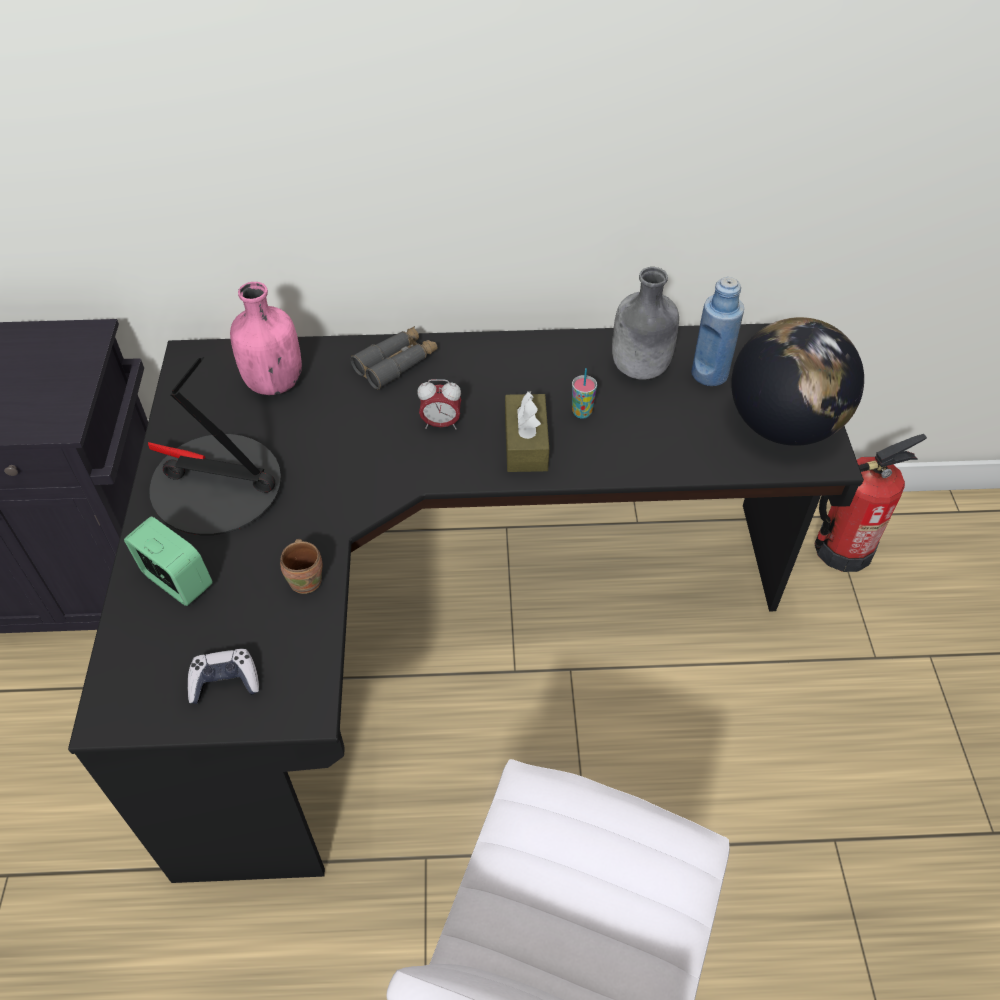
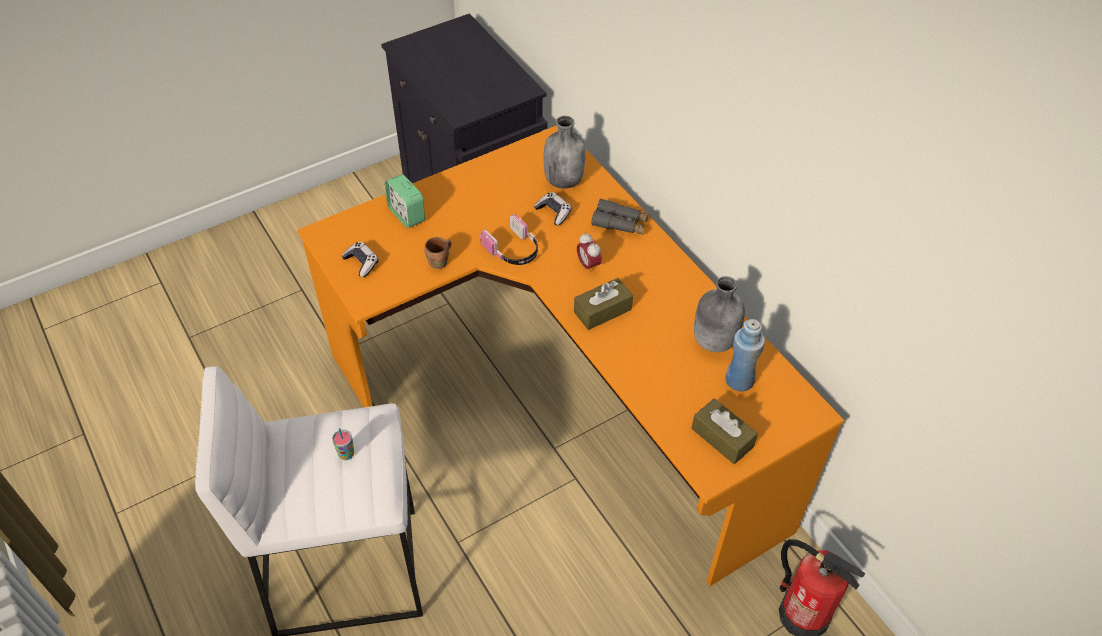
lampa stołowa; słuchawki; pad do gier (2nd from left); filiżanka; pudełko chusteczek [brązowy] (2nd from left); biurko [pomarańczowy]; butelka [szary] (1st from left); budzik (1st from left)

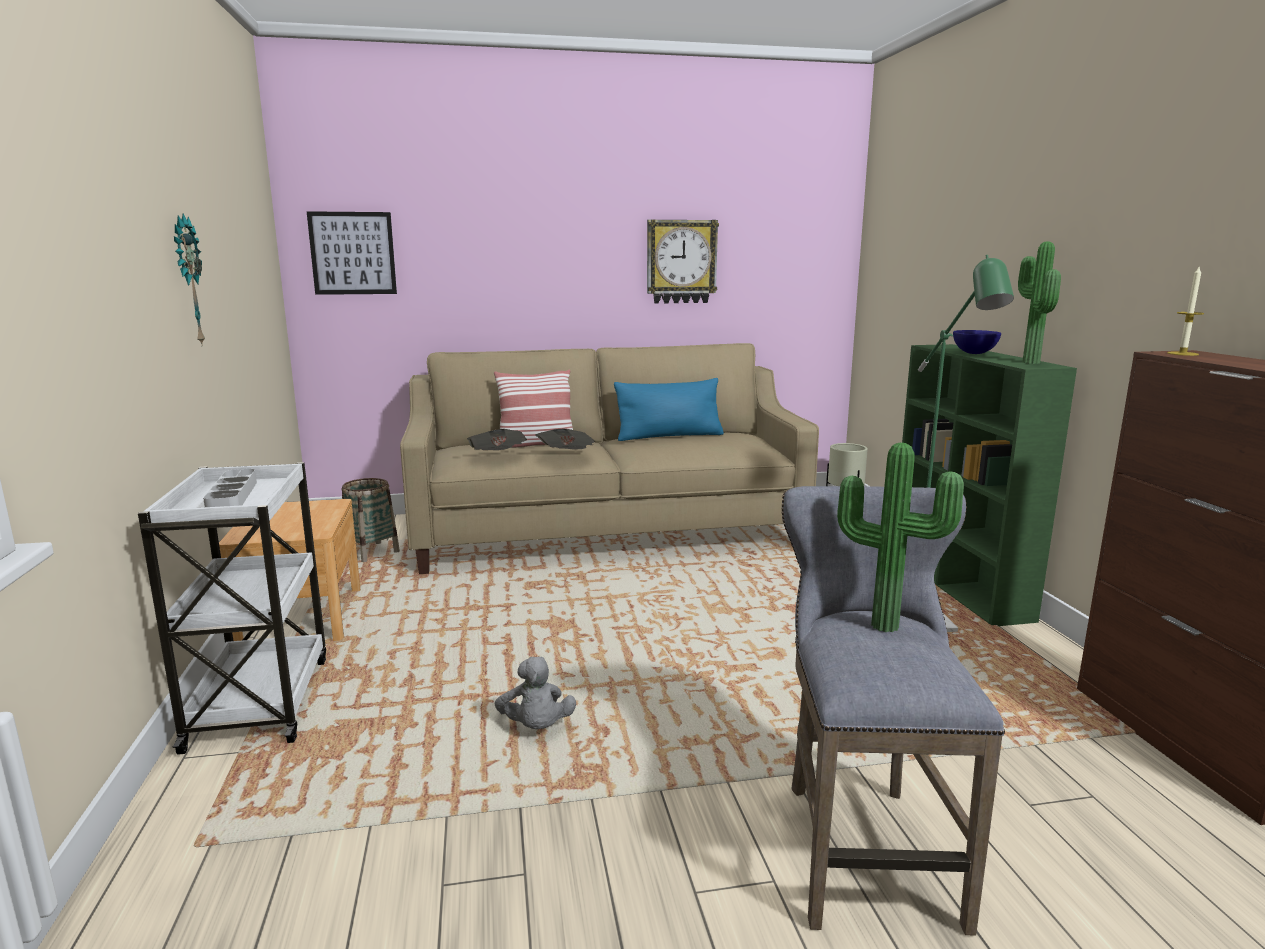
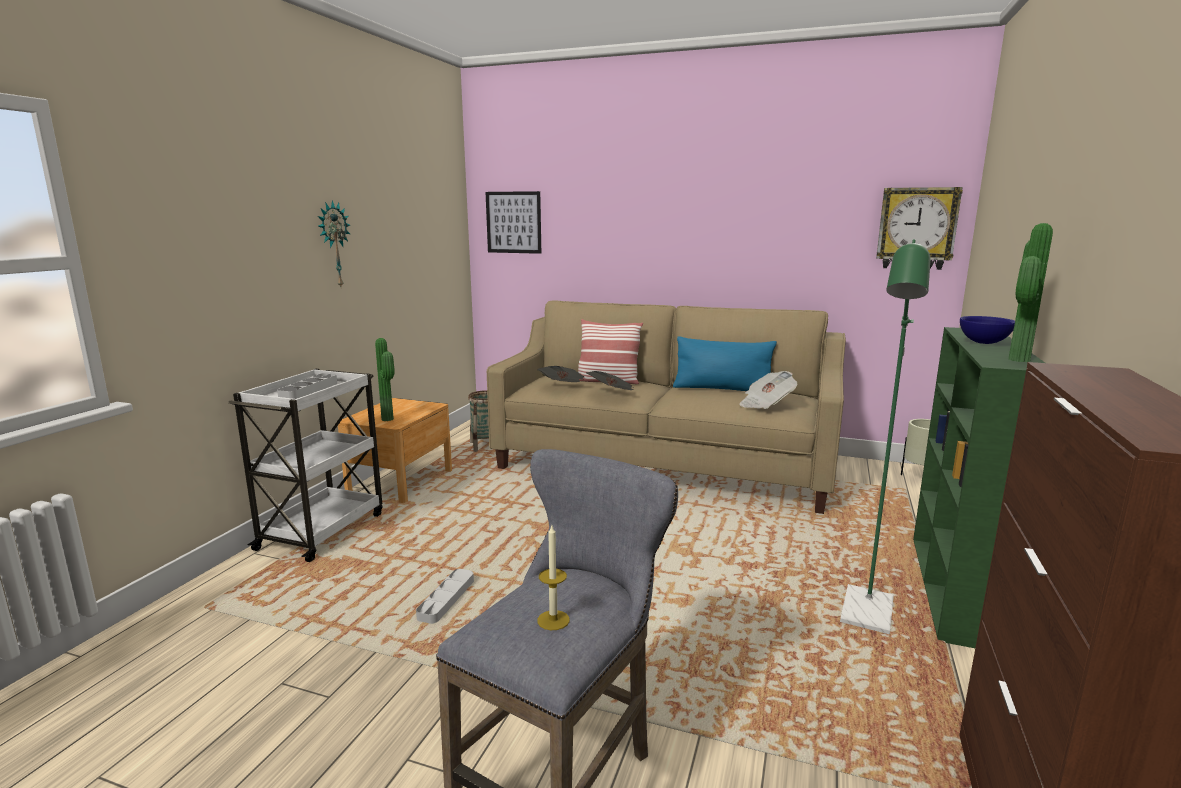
gazeta (3rd from left); zegar ścienny (2nd from left); roślina doniczkowa (1st from left); świeca; taca [szary] (2nd from left)

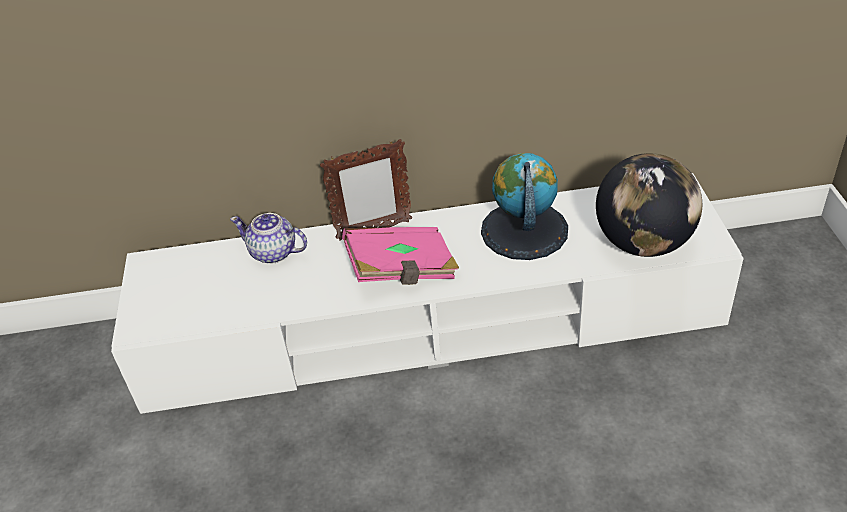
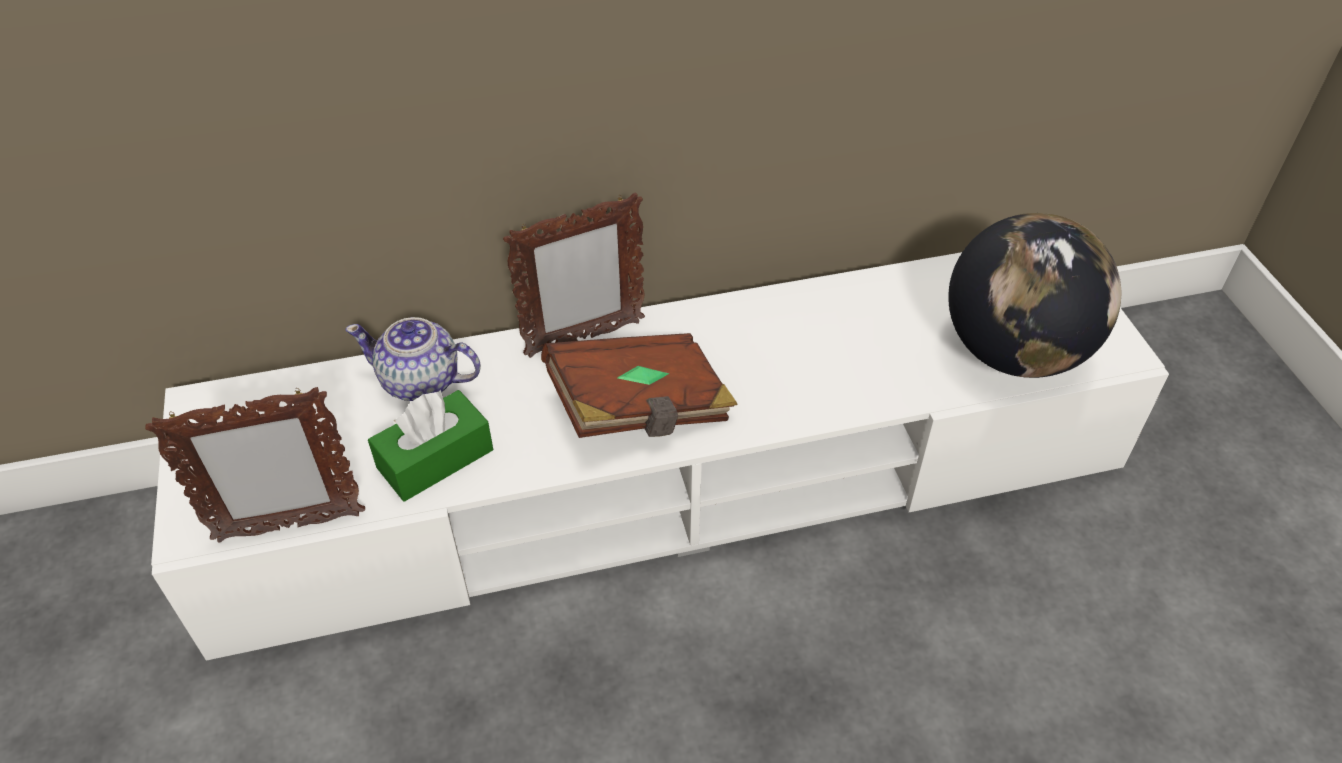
globus (1st from left in the first image); ramka na zdjęcie (1st from left); pudełko chusteczek [zielony]; książka [brązowy]

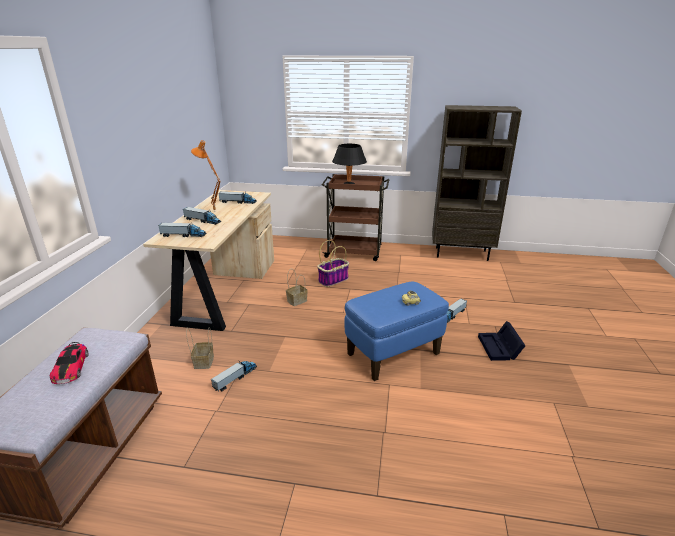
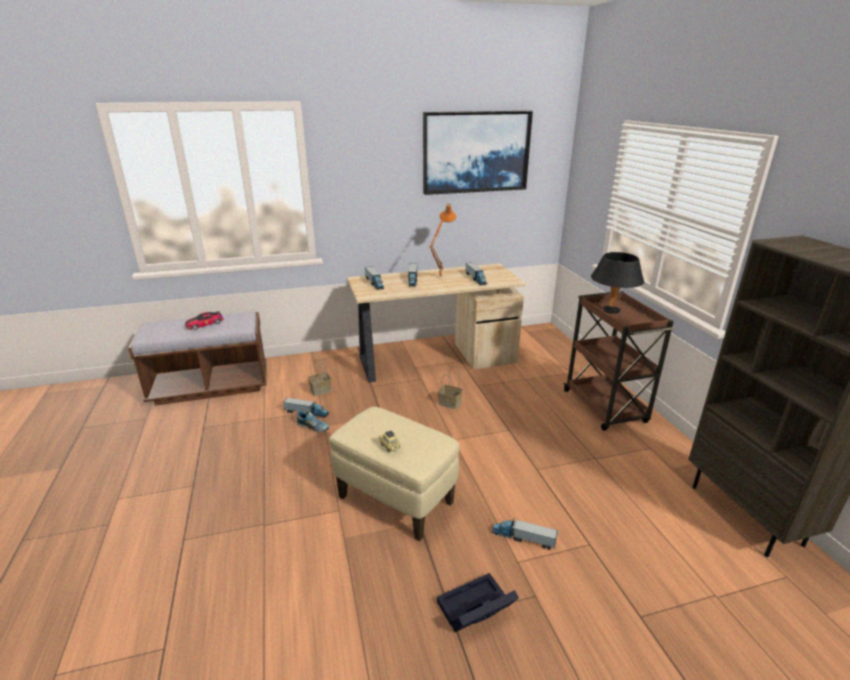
koszyk (3rd from left in the first image); but; obraz; pufa [beżowy]

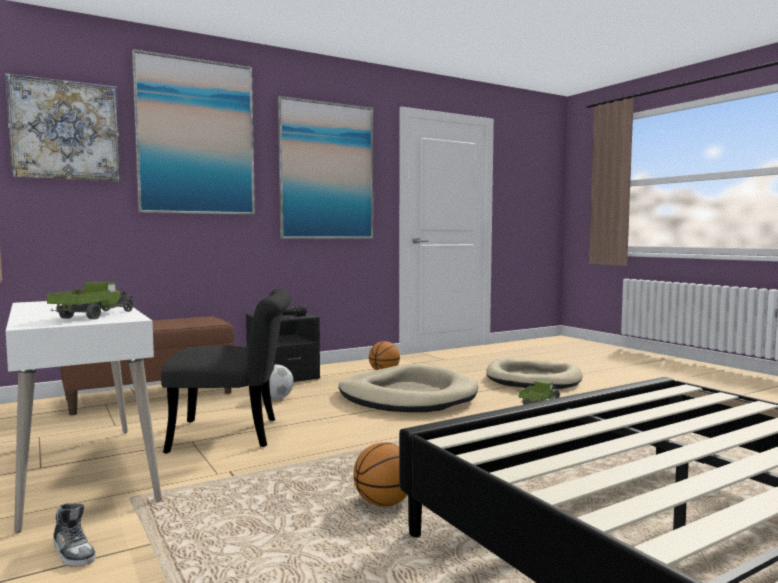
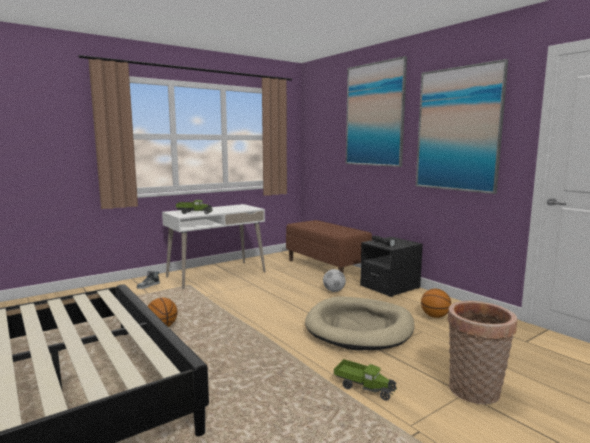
obraz (1st from left in the first image); krzesło [czarny]; koszyk

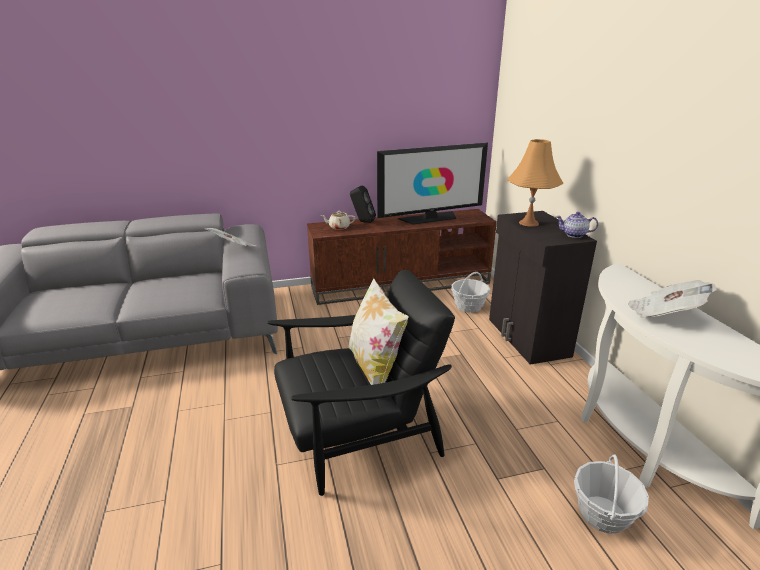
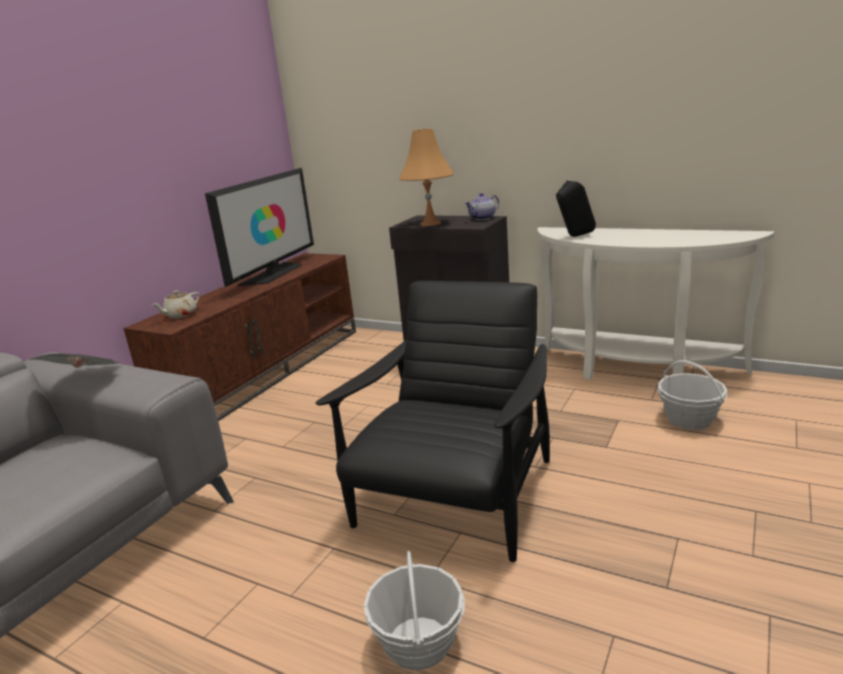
poduszka; gazeta (2nd from left in the first image); głośnik [czarny]; koszyk (1st from left)

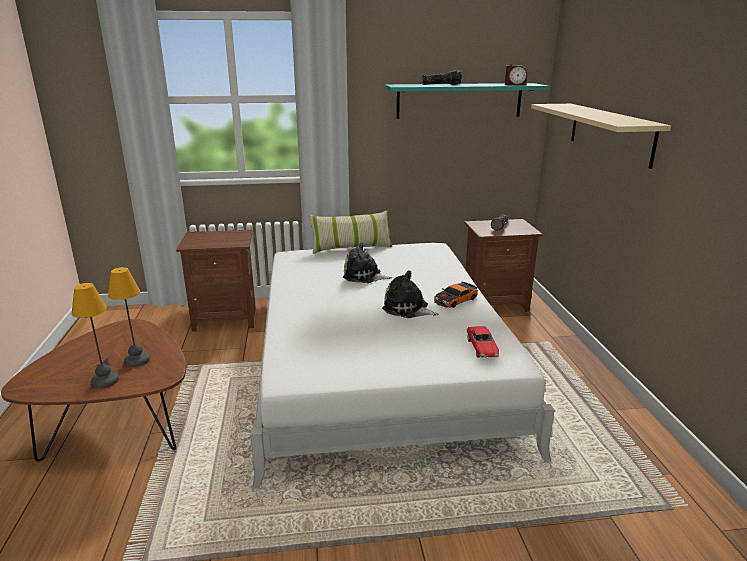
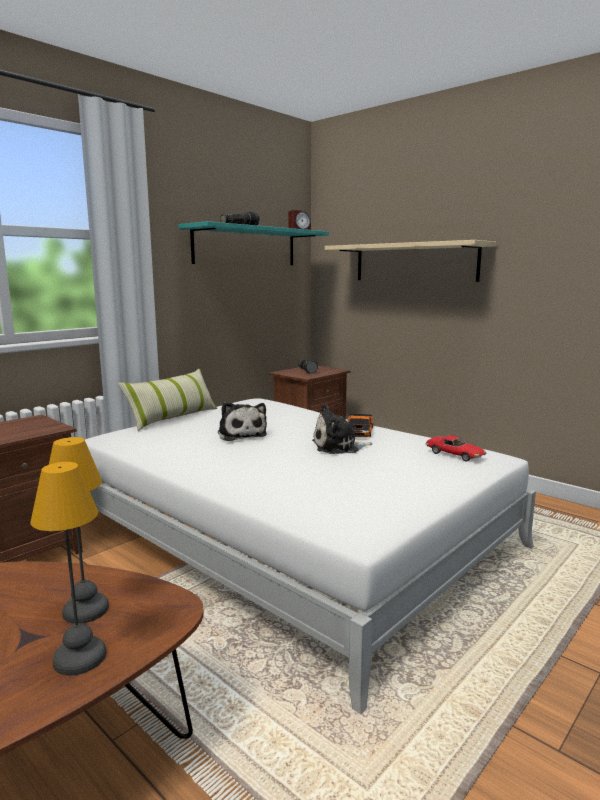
pluszak (1st from left)

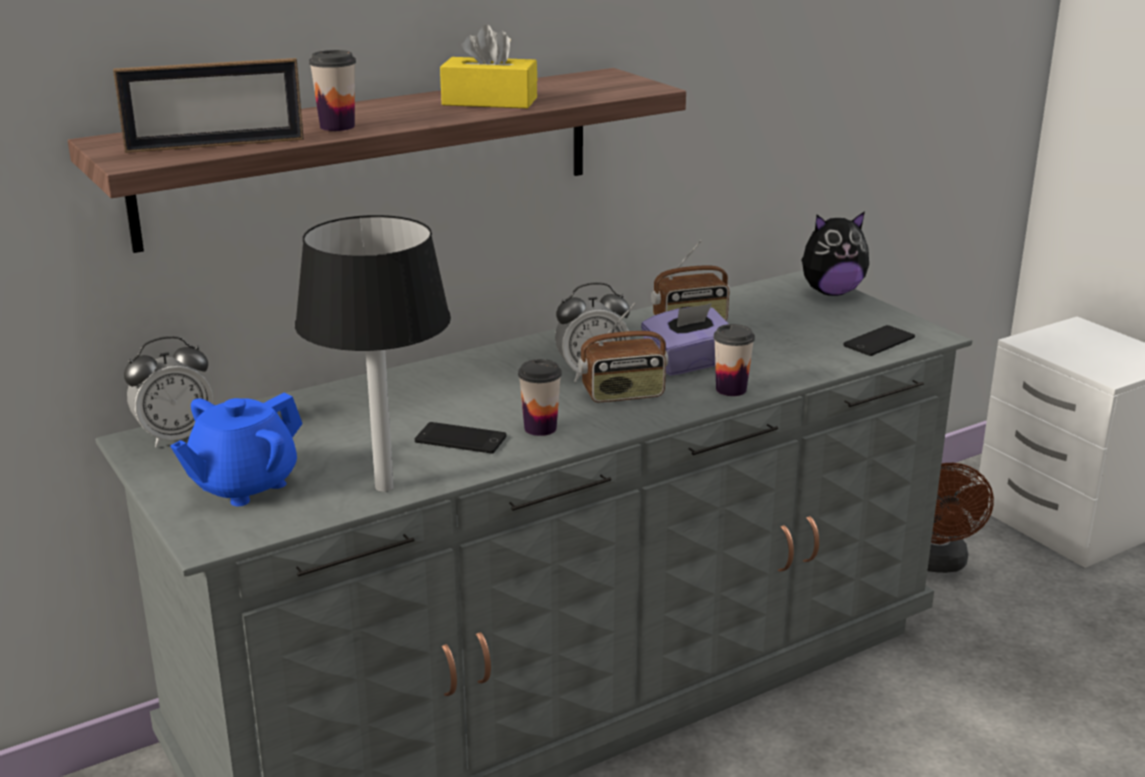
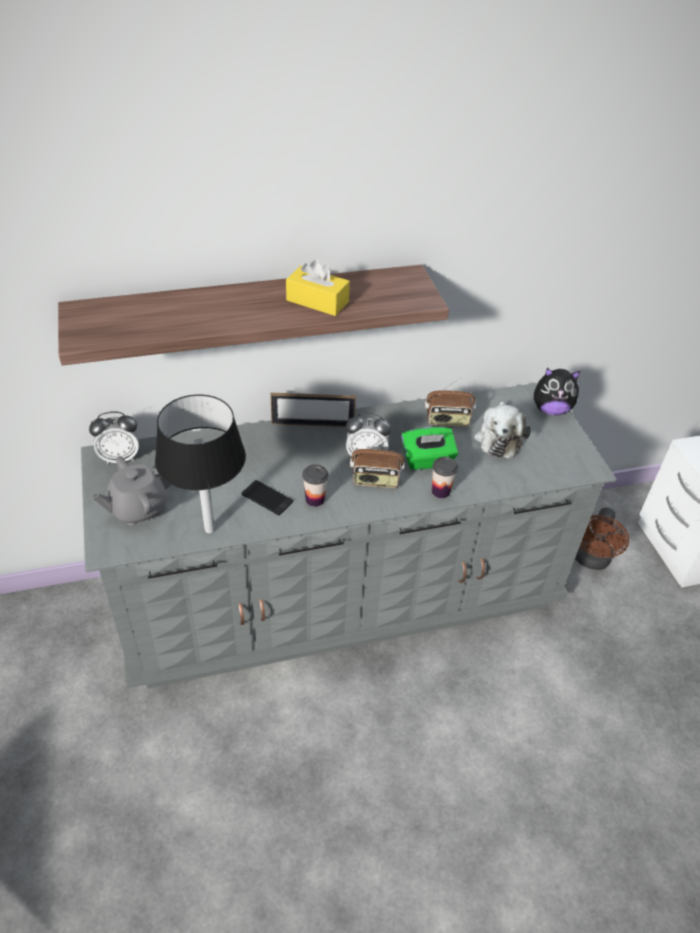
filiżanka (1st from left in the first image); telefon (2nd from left in the first image); pluszak (1st from left); ramka na zdjęcie; imbryk [szary]; pudełko chusteczek [zielony]

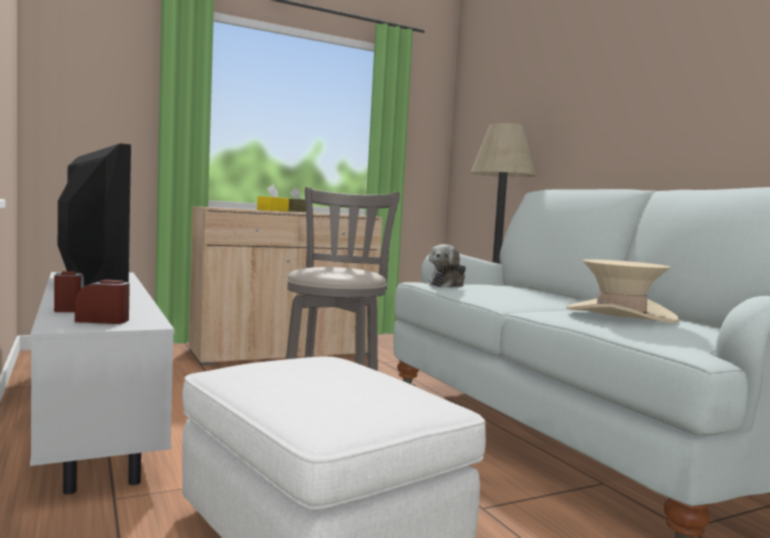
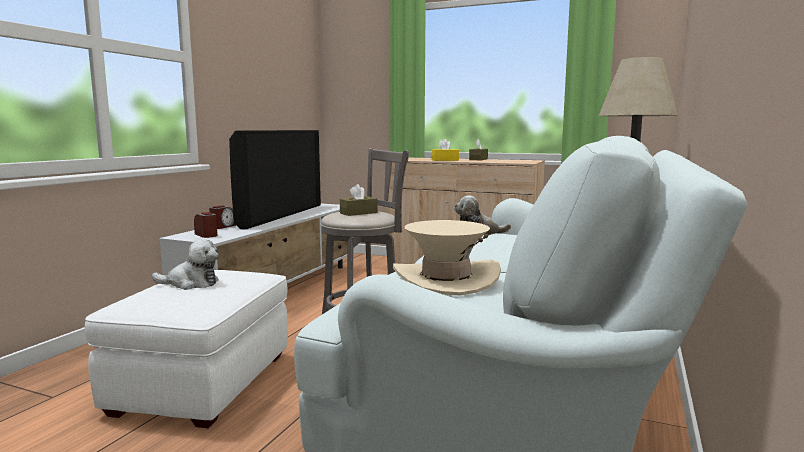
pluszak (1st from left); pudełko chusteczek [brązowy] (1st from left)

